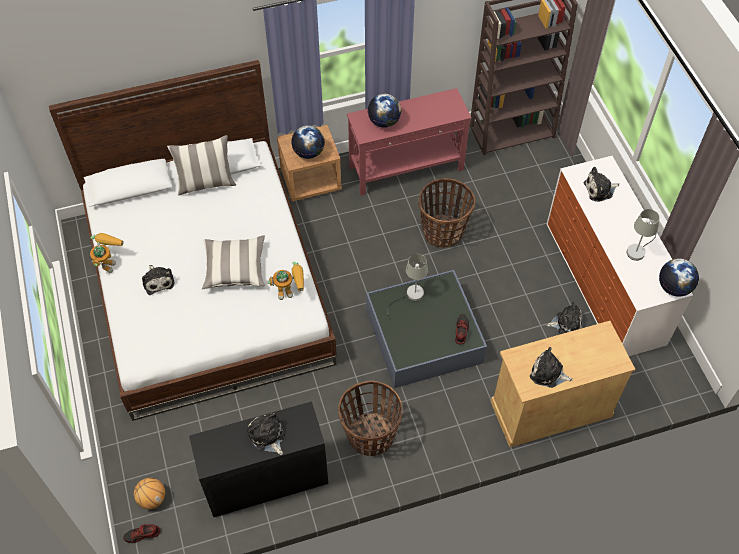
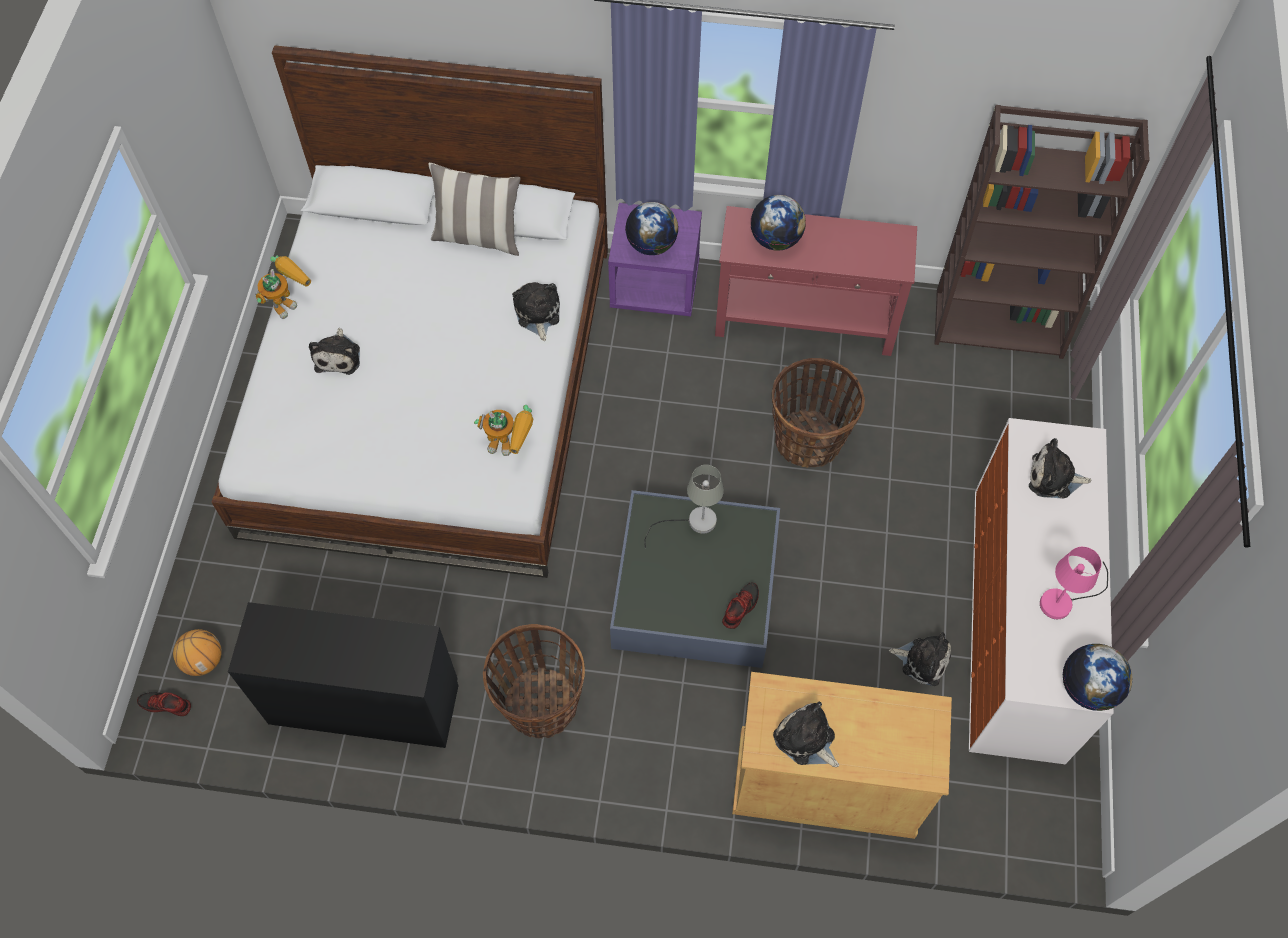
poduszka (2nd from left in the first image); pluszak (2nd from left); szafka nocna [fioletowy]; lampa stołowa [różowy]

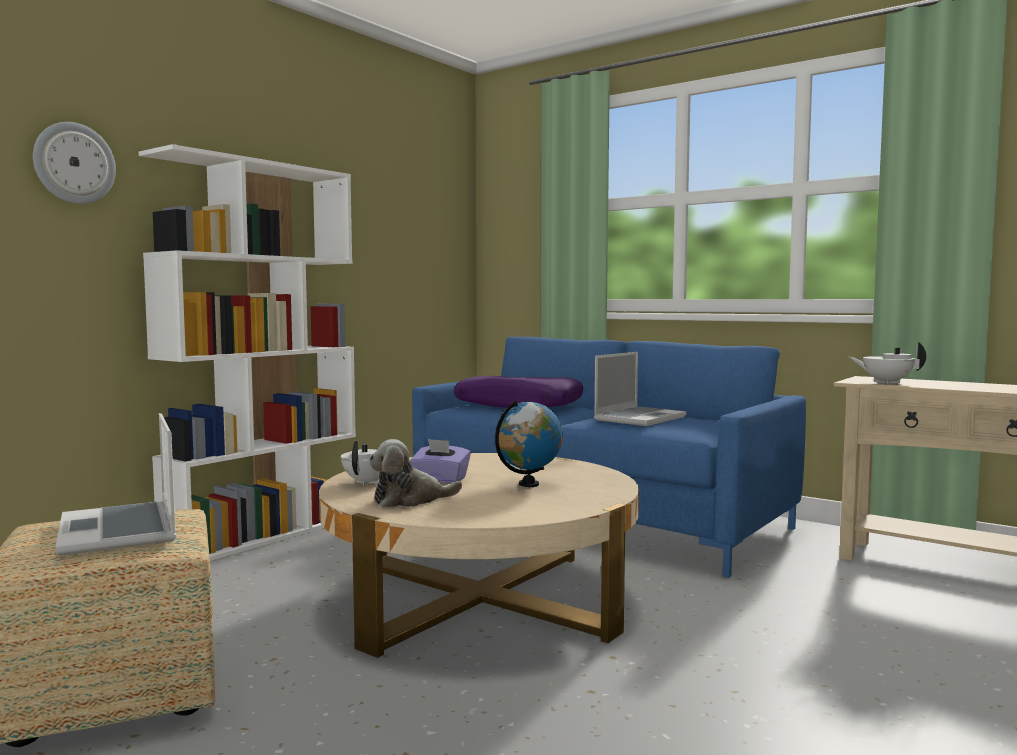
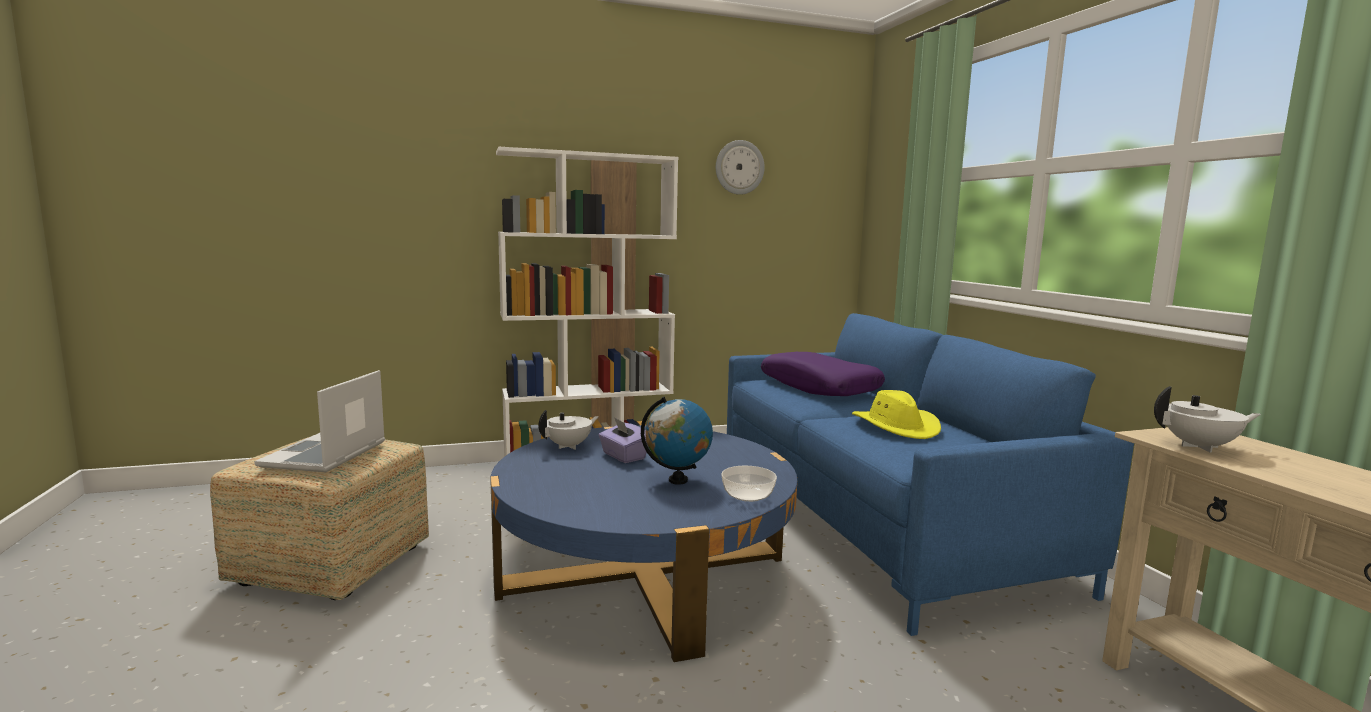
pluszak; miska; zegar ścienny; kapelusz [żółty]; ława [niebieski]; imbryk [biały] (2nd from left)

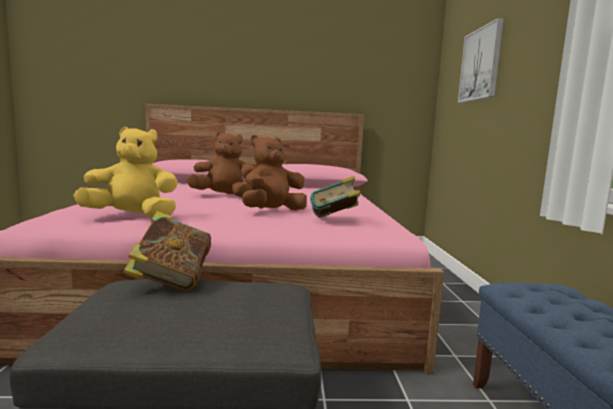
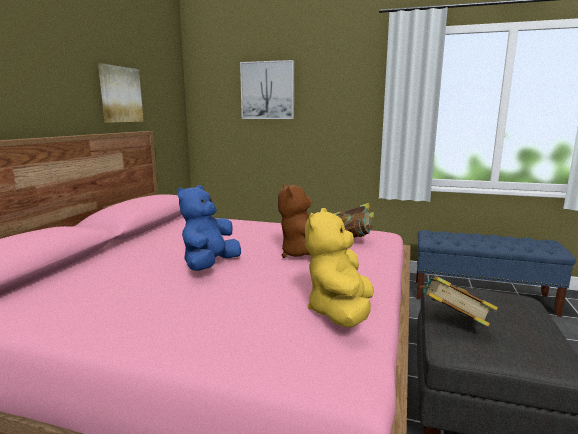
obraz (1st from left); pluszak [niebieski]

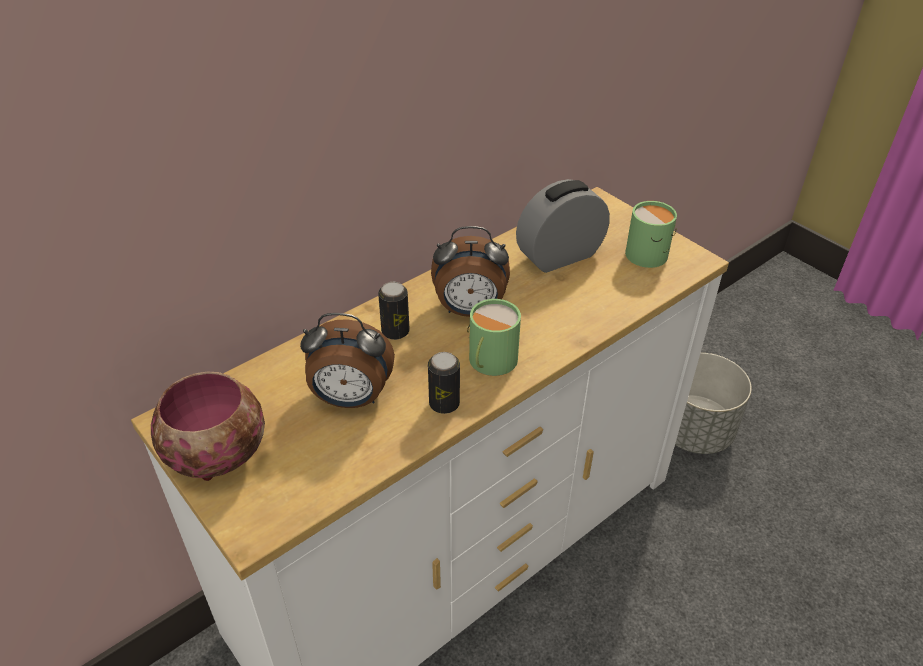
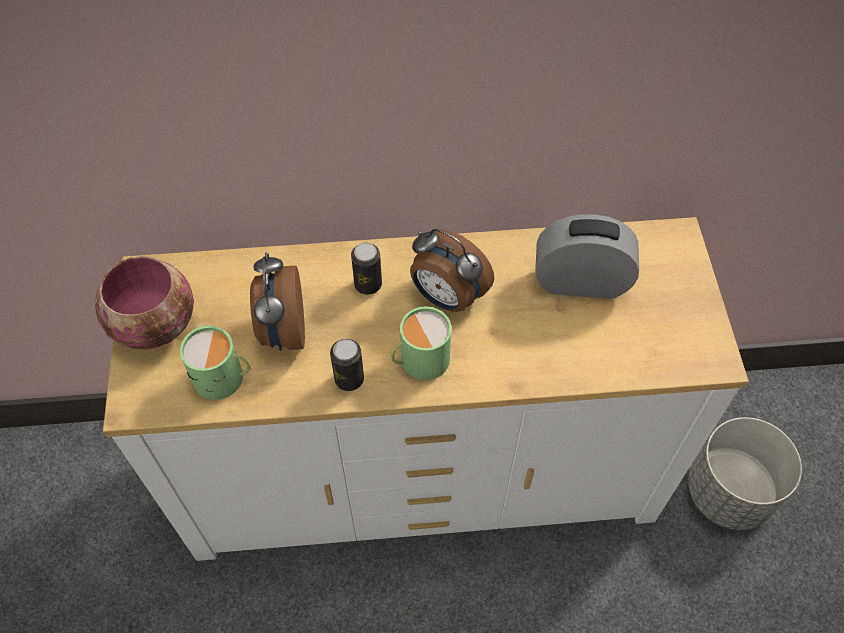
kubek [zielony] (1st from left); budzik (1st from left)

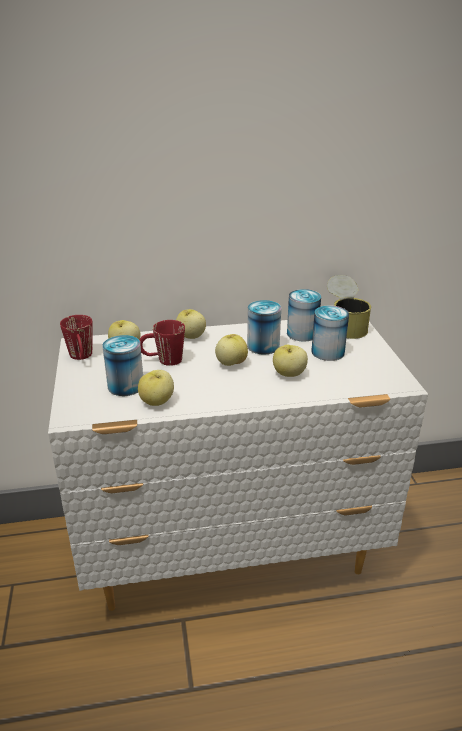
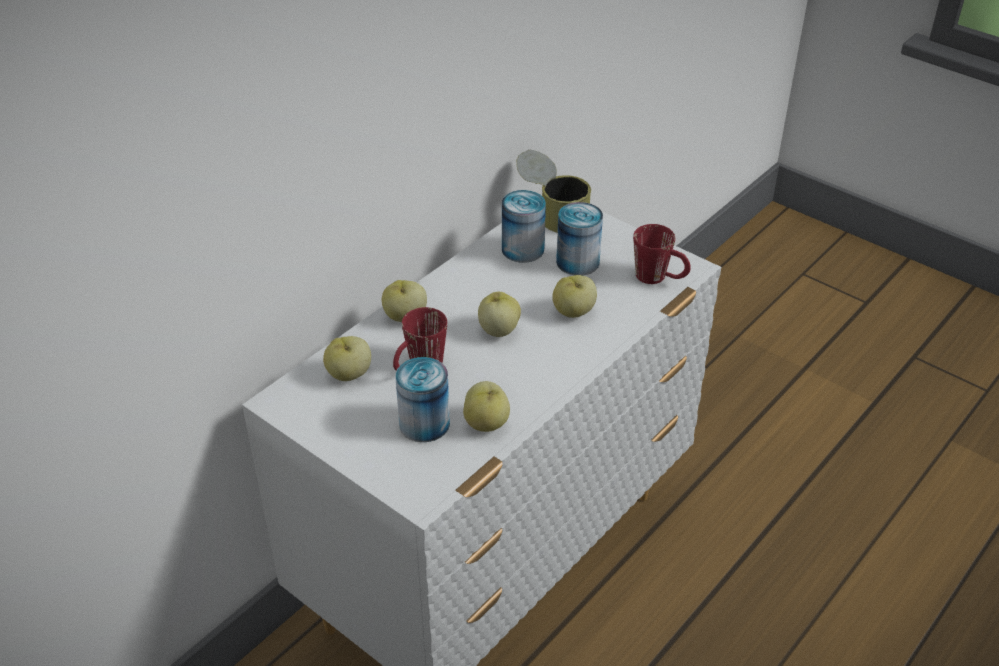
puszka (2nd from left in the first image); kubek [czerwony] (2nd from left)

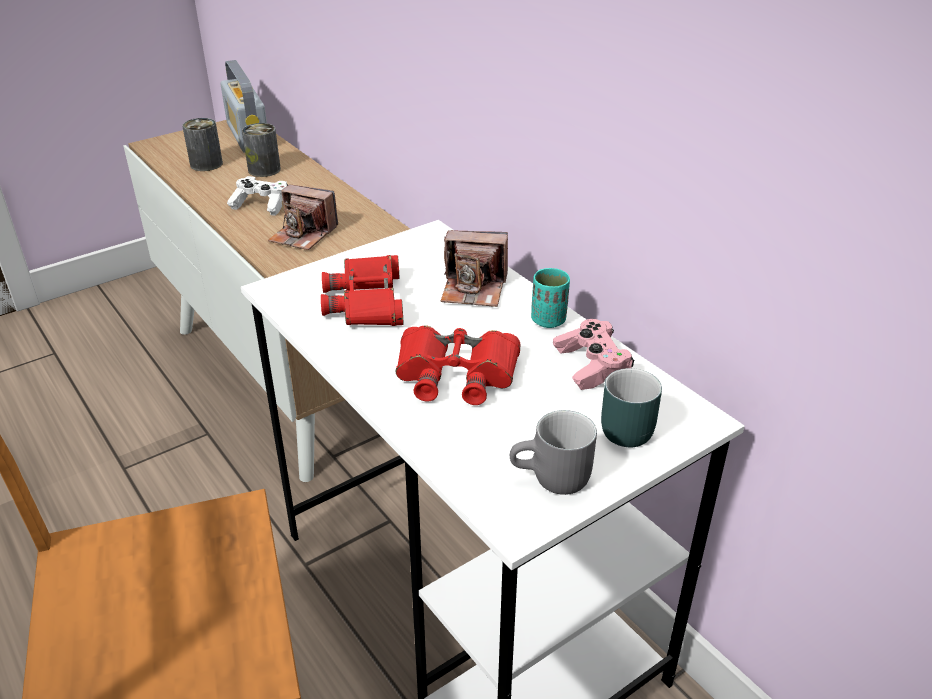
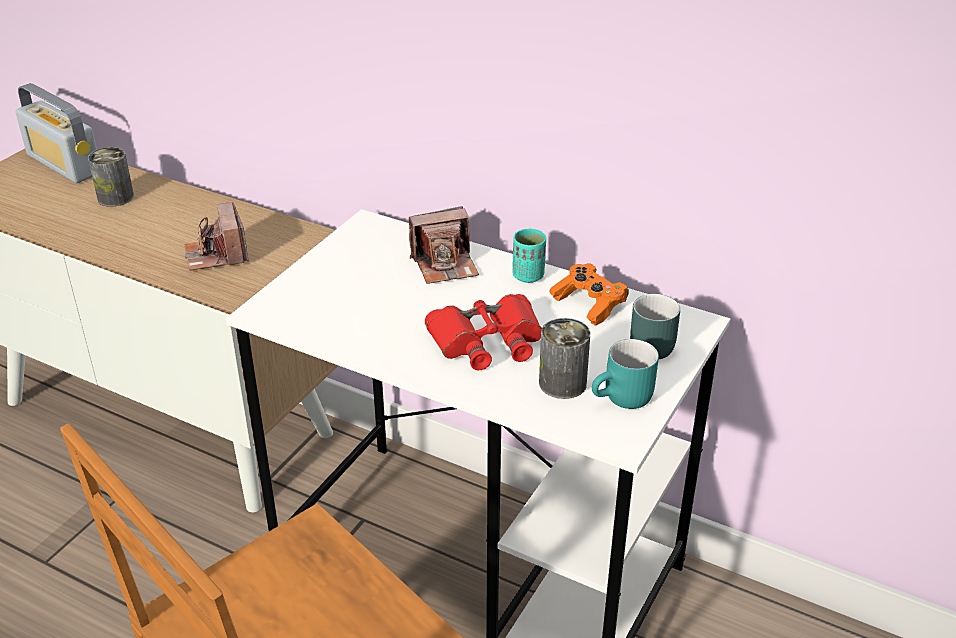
pad do gier [biały]; lornetka [czerwony] (1st from left in the first image); puszka (2nd from left); kubek [turkusowy] (1st from left); pad do gier [pomarańczowy]; aparat fotograficzny (1st from left)

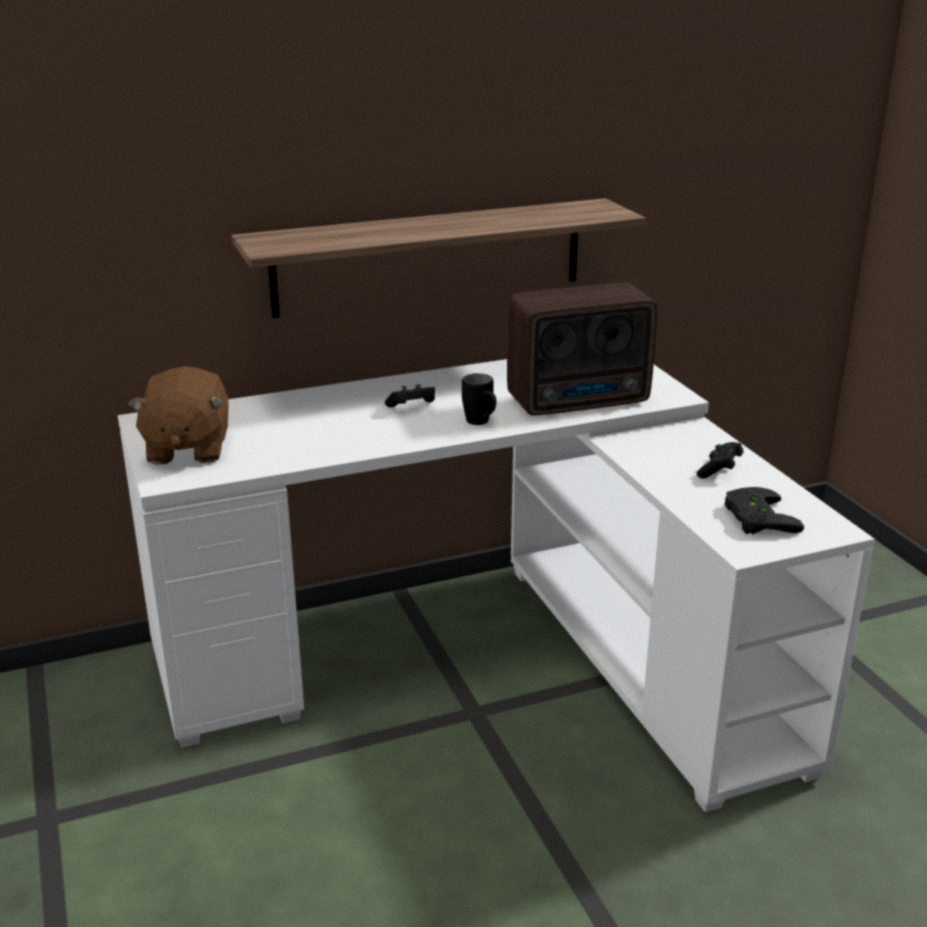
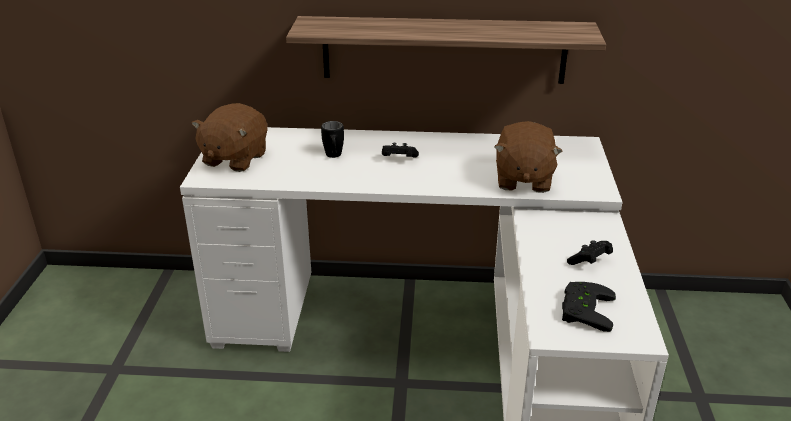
kubek [czarny]; pluszak [brązowy] (2nd from left)

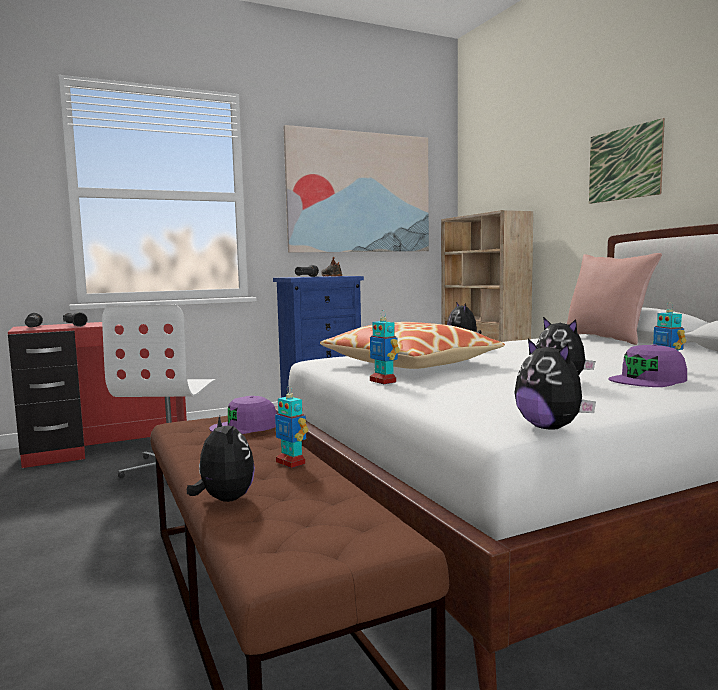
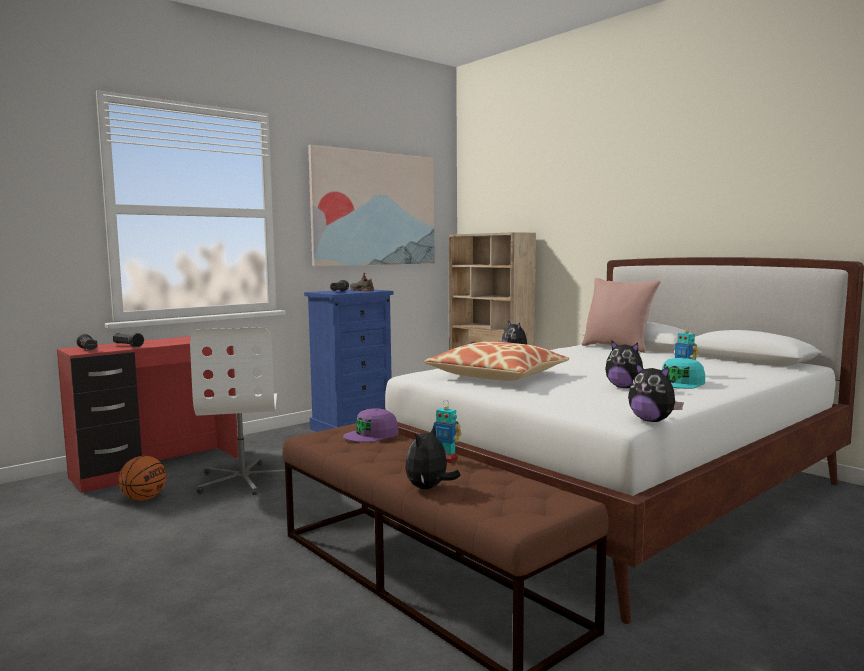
robot zabawkowy (2nd from left in the first image); obraz (2nd from left in the first image); piłka do koszykówki; czapka z daszkiem [turkusowy]; pluszak (1st from left)

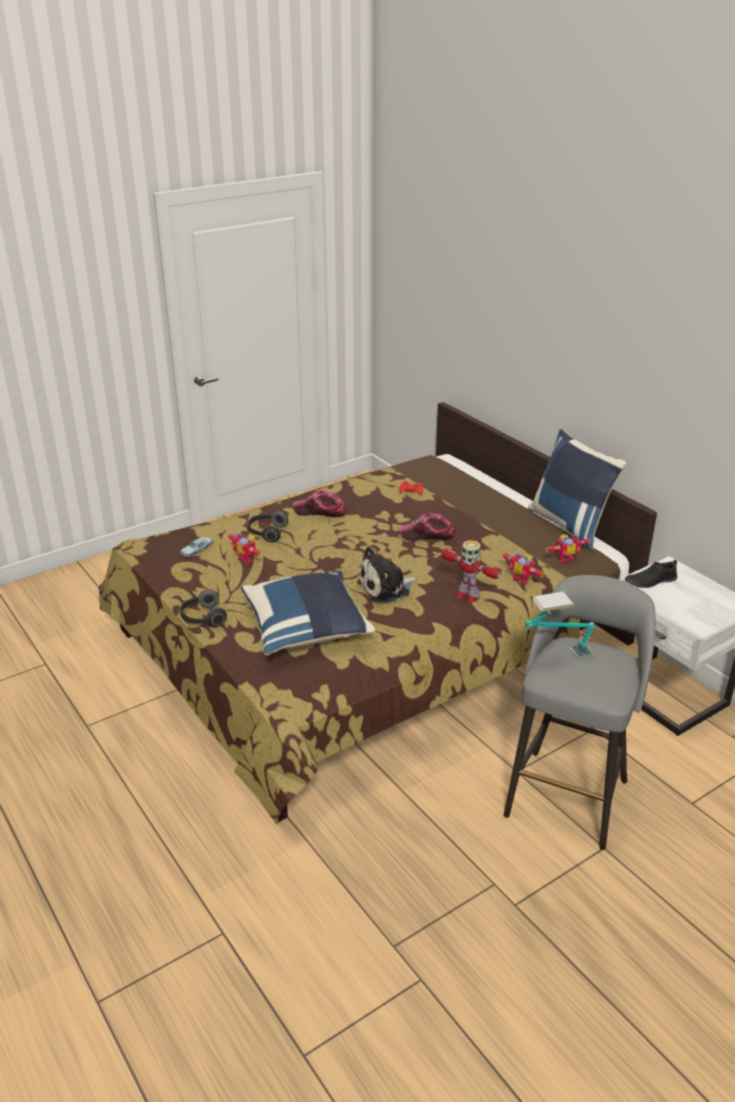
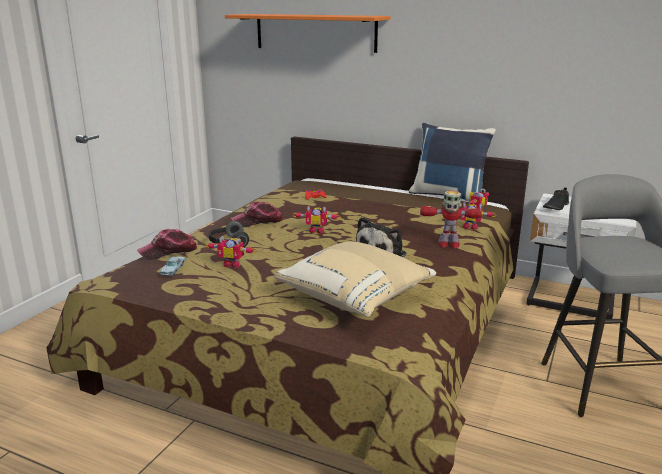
słuchawki (1st from left in the first image); lampa stołowa; półka [pomarańczowy]; robot zabawkowy (2nd from left); czapka z daszkiem (1st from left); poduszka [beżowy]

